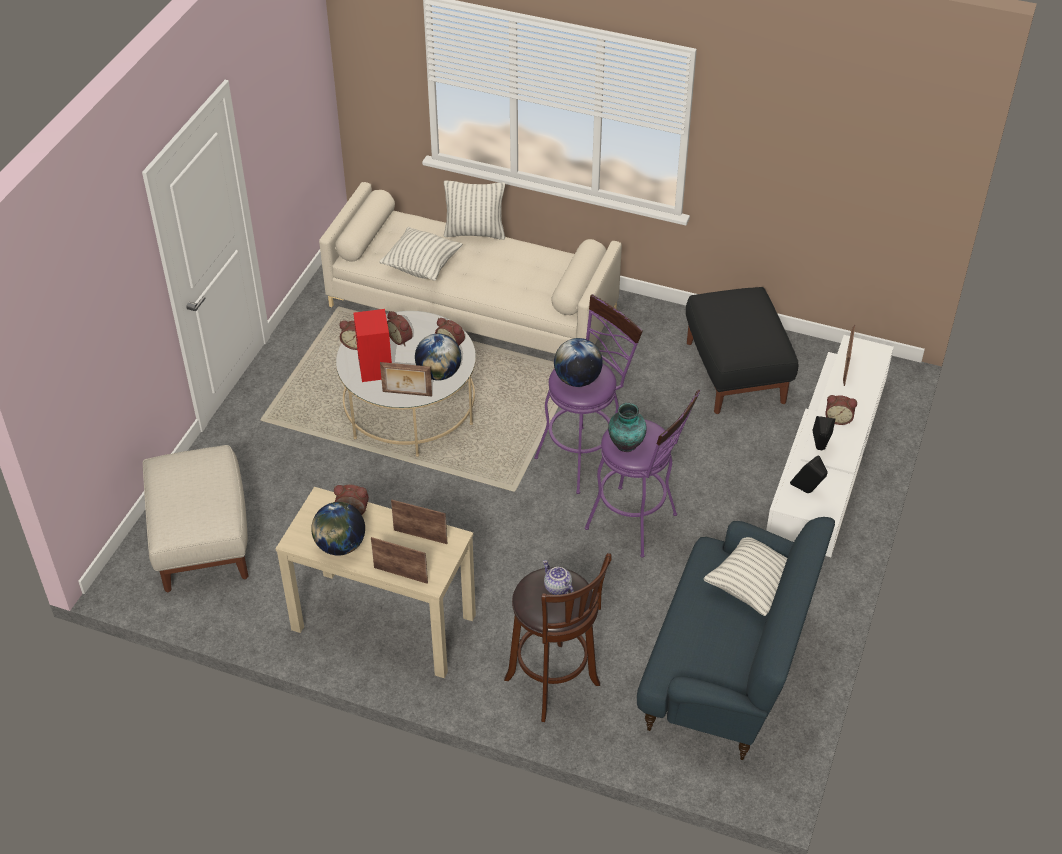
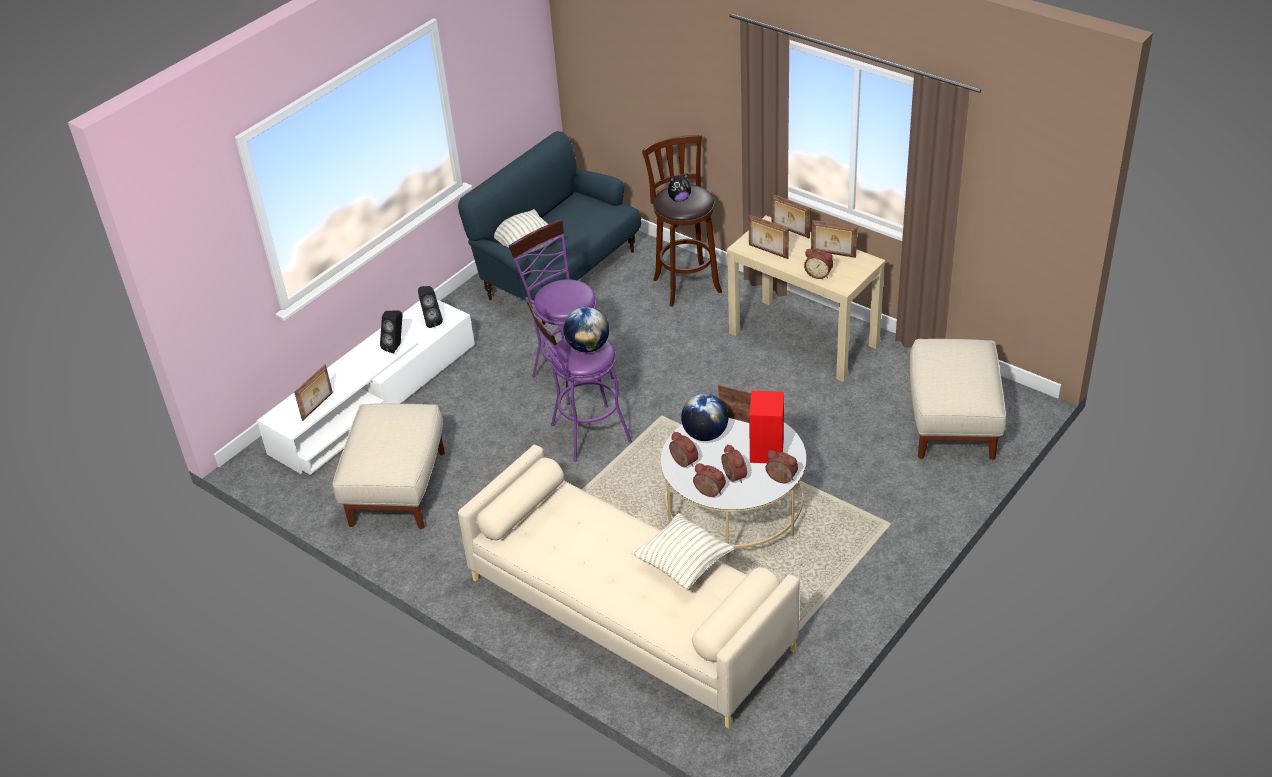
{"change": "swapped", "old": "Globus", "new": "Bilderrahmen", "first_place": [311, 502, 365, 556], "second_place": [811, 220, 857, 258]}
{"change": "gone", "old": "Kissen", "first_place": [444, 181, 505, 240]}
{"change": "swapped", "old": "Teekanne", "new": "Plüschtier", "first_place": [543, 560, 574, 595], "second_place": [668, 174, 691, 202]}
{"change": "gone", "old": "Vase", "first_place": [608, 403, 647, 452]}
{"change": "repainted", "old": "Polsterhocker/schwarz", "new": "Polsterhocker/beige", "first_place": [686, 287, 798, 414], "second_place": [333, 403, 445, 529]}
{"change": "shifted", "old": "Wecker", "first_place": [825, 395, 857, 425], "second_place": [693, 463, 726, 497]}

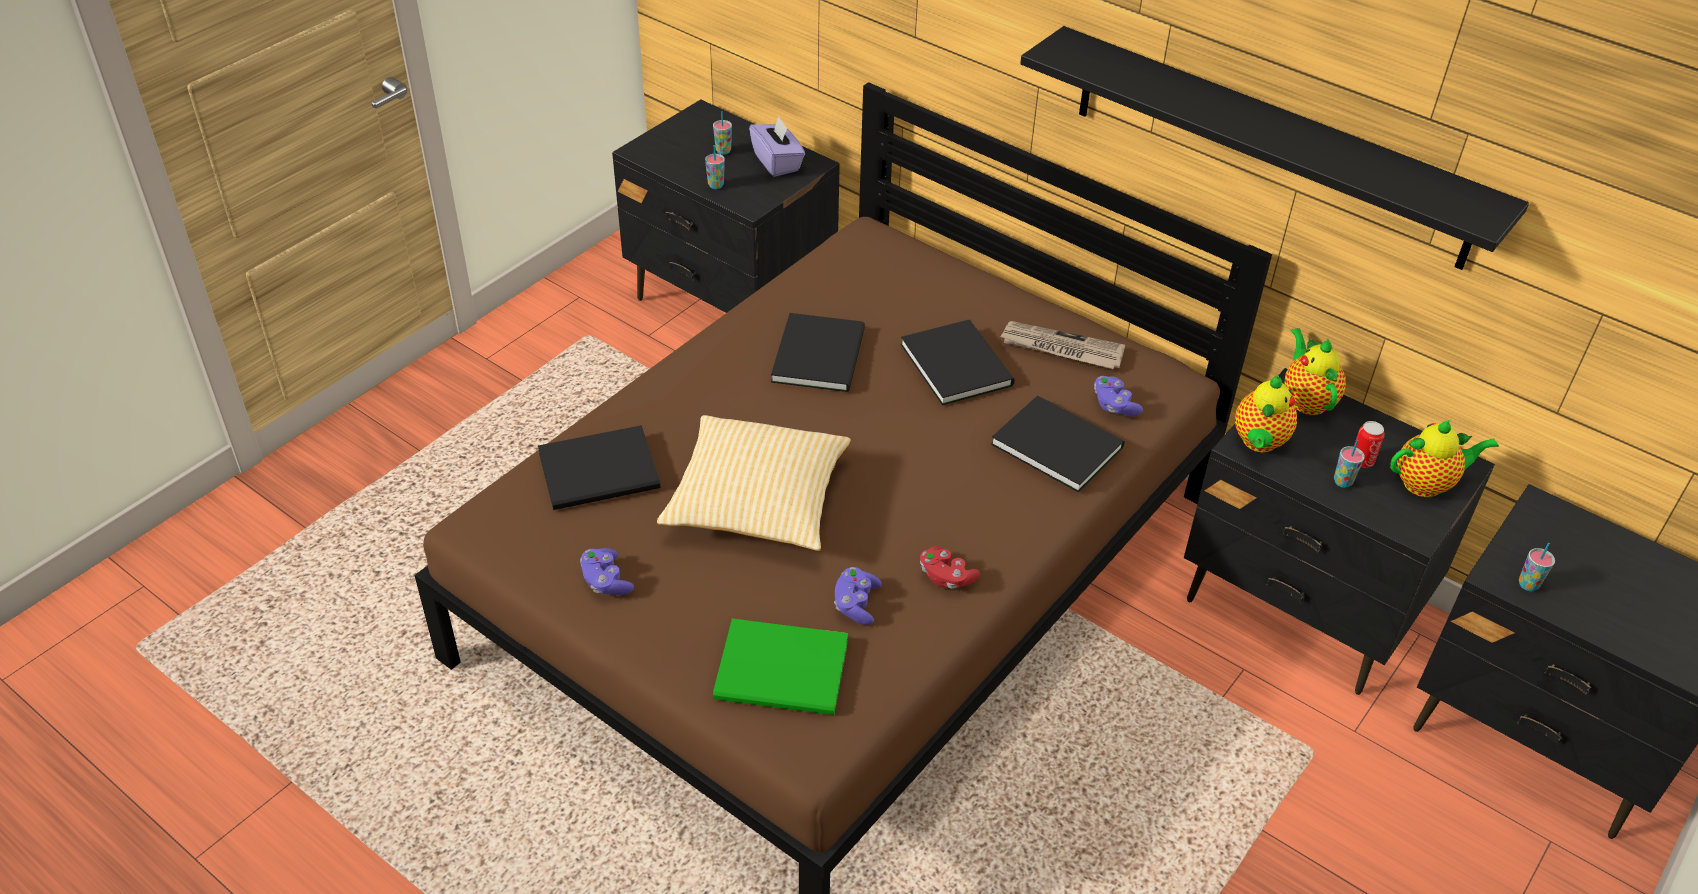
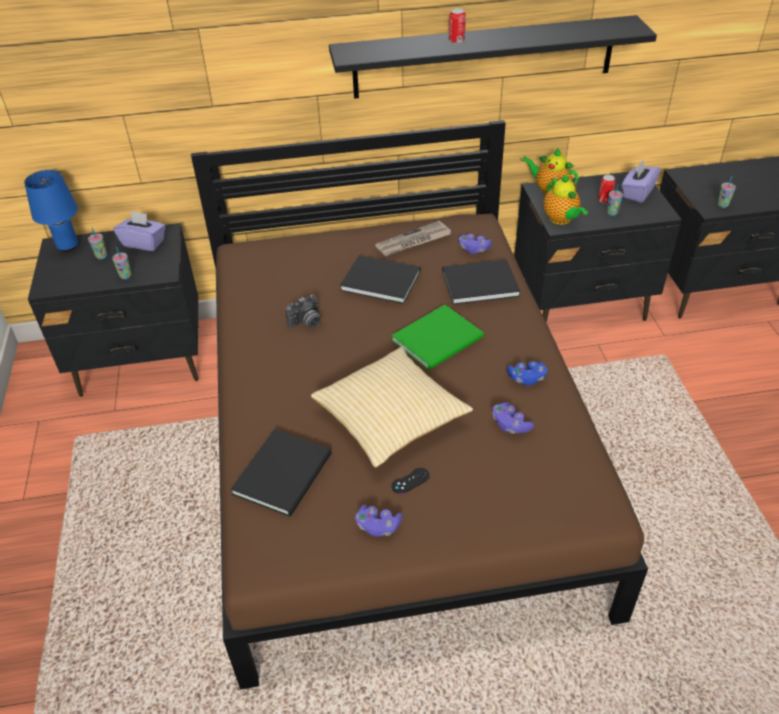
{"change": "shifted", "old": "Buch/grün", "first_place": [713, 619, 848, 715], "second_place": [391, 305, 484, 370]}
{"change": "swapped", "old": "Buch/schwarz", "new": "Kamera", "first_place": [771, 313, 865, 392], "second_place": [285, 294, 321, 328]}
{"change": "repainted", "old": "Gamepad/rot", "new": "Gamepad/blau", "first_place": [920, 546, 980, 589], "second_place": [507, 361, 548, 386]}
{"change": "swapped", "old": "Teekanne", "new": "Taschentuchbox/lila", "first_place": [1390, 420, 1499, 497], "second_place": [621, 159, 661, 203]}
{"change": "new", "new": "Tischlampe/blau", "second_place": [24, 170, 78, 252]}
{"change": "new", "new": "Gamepad/schwarz", "second_place": [392, 468, 430, 494]}
{"change": "new", "new": "Dose", "second_place": [449, 8, 466, 44]}

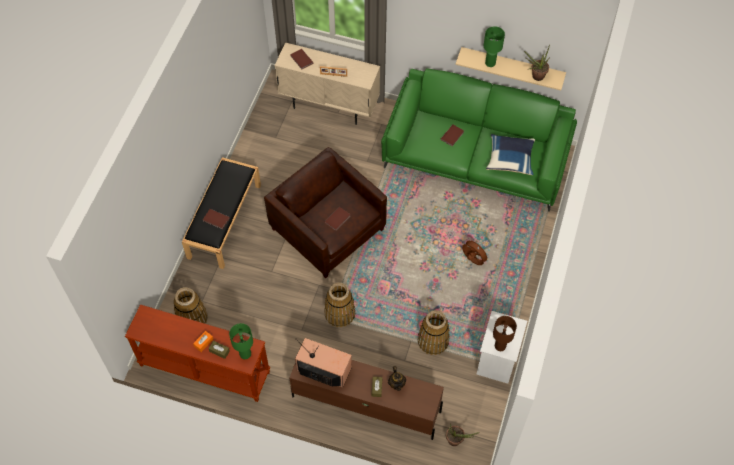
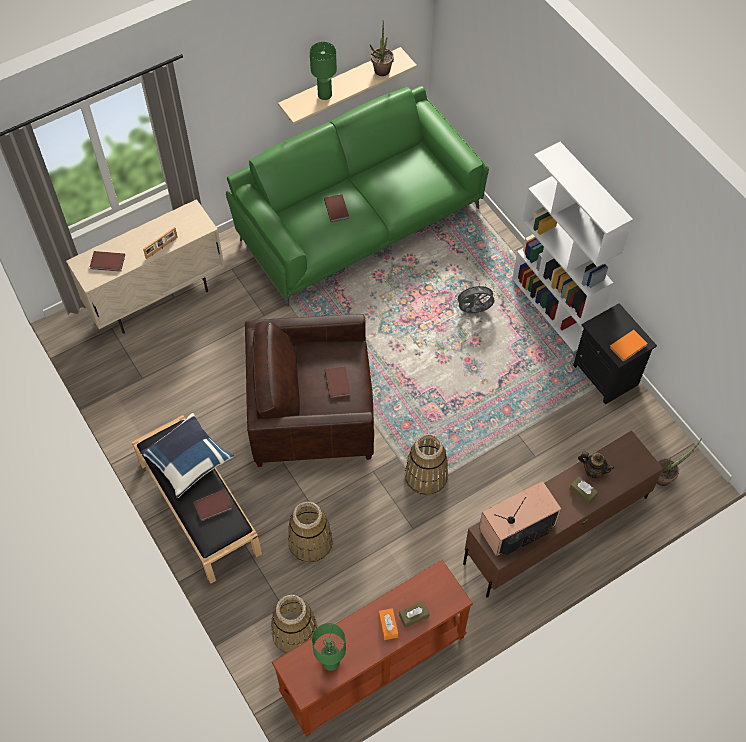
{"change": "shifted", "old": "Tischlampe/grün", "first_place": [229, 323, 253, 359], "second_place": [312, 623, 346, 671]}
{"change": "shifted", "old": "Korb", "first_place": [418, 310, 450, 355], "second_place": [288, 502, 333, 563]}
{"change": "repainted", "old": "Ventilator/braun", "new": "Ventilator/grau", "first_place": [462, 238, 490, 265], "second_place": [455, 283, 496, 313]}
{"change": "repainted", "old": "Nachttisch/weiß", "new": "Nachttisch/schwarz", "first_place": [477, 311, 527, 384], "second_place": [573, 303, 657, 405]}
{"change": "shifted", "old": "Kissen/blau", "first_place": [486, 134, 535, 175], "second_place": [140, 413, 234, 498]}
{"change": "swapped", "old": "Tischlampe/braun", "new": "Buch/orange", "first_place": [493, 316, 517, 351], "second_place": [609, 330, 648, 362]}
{"change": "new", "new": "Bücherregal/weiß", "second_place": [512, 142, 633, 352]}

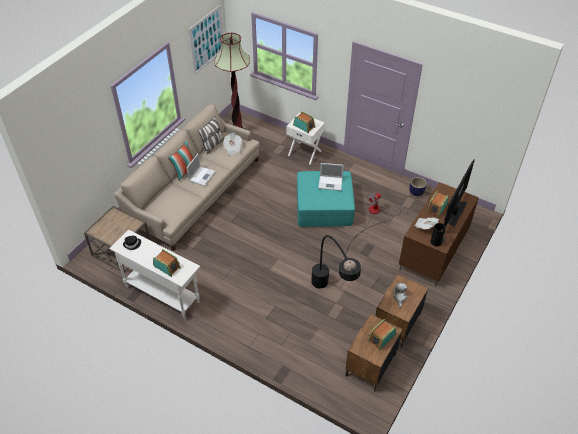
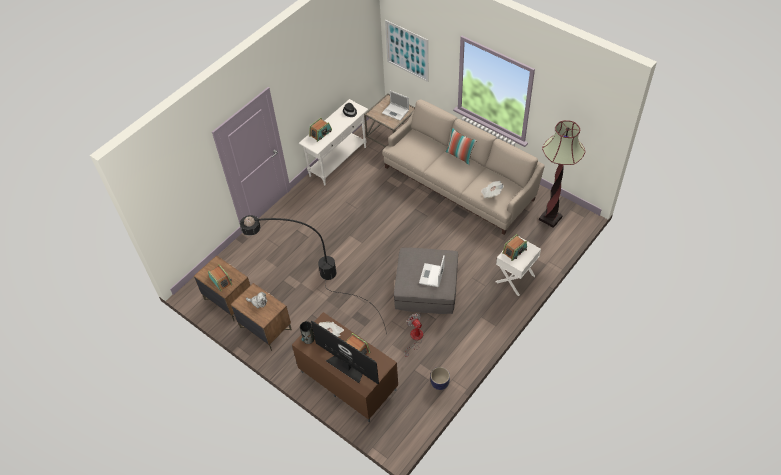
{"change": "shifted", "old": "Laptop", "first_place": [186, 153, 215, 186], "second_place": [382, 90, 409, 121]}
{"change": "shifted", "old": "Bild", "first_place": [188, 5, 223, 75], "second_place": [385, 20, 428, 82]}
{"change": "gone", "old": "Kissen", "first_place": [198, 116, 224, 154]}
{"change": "repainted", "old": "Polsterhocker/türkis", "new": "Polsterhocker/grau", "first_place": [297, 171, 355, 227], "second_place": [394, 247, 458, 314]}

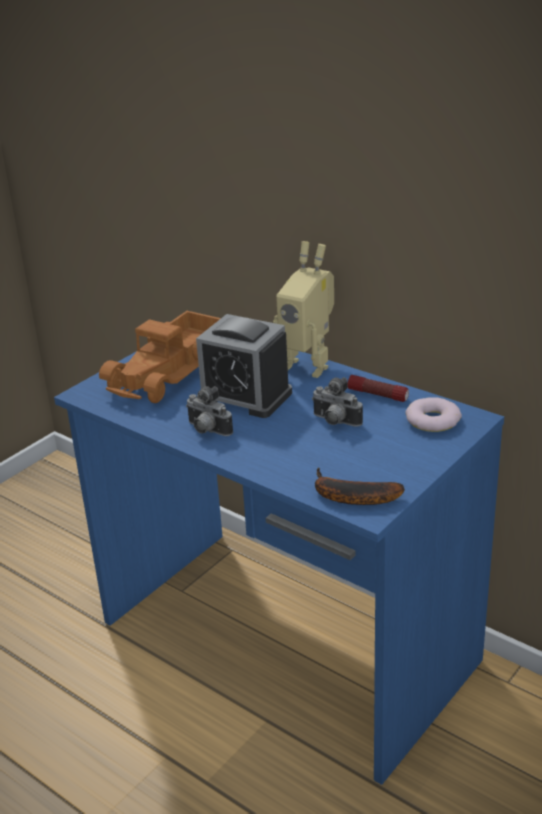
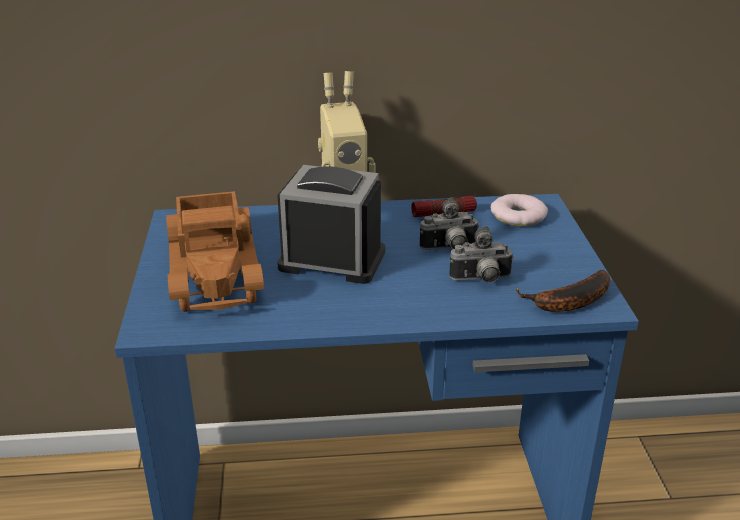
{"change": "shifted", "old": "Kamera", "first_place": [186, 386, 233, 436], "second_place": [449, 226, 514, 283]}
{"change": "rotated", "old": "Wecker", "first_place": [196, 314, 292, 418], "second_place": [277, 165, 385, 284], "degrees": -150}

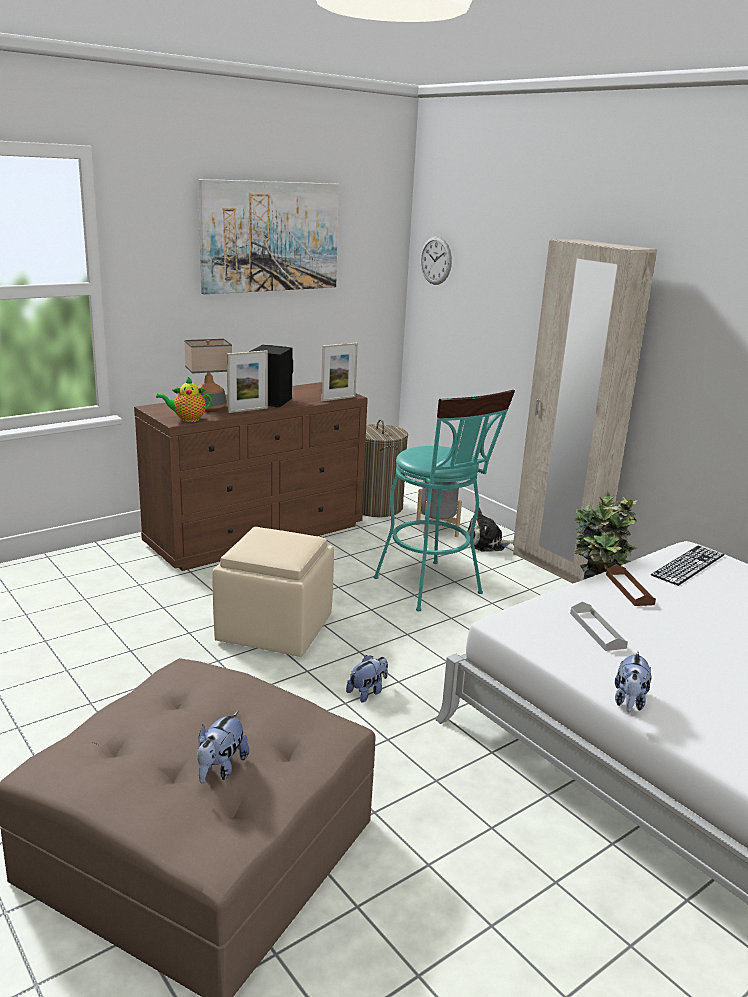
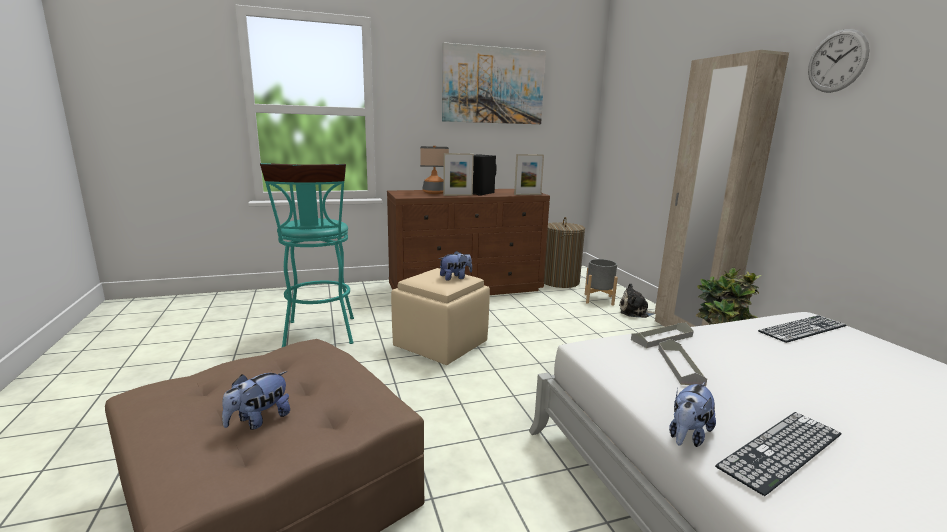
{"change": "gone", "old": "Teekanne", "first_place": [156, 377, 212, 422]}
{"change": "shifted", "old": "Plüschtier", "first_place": [346, 655, 388, 703], "second_place": [439, 251, 472, 281]}
{"change": "shifted", "old": "Hocker/türkis", "first_place": [374, 390, 515, 611], "second_place": [260, 163, 354, 347]}
{"change": "shifted", "old": "Wanduhr", "first_place": [420, 236, 452, 285], "second_place": [808, 29, 870, 93]}
{"change": "gone", "old": "Tablett/braun", "first_place": [606, 564, 656, 606]}
{"change": "new", "new": "Tablett/grau", "second_place": [631, 323, 694, 348]}
{"change": "new", "new": "Tastatur", "second_place": [715, 412, 842, 496]}

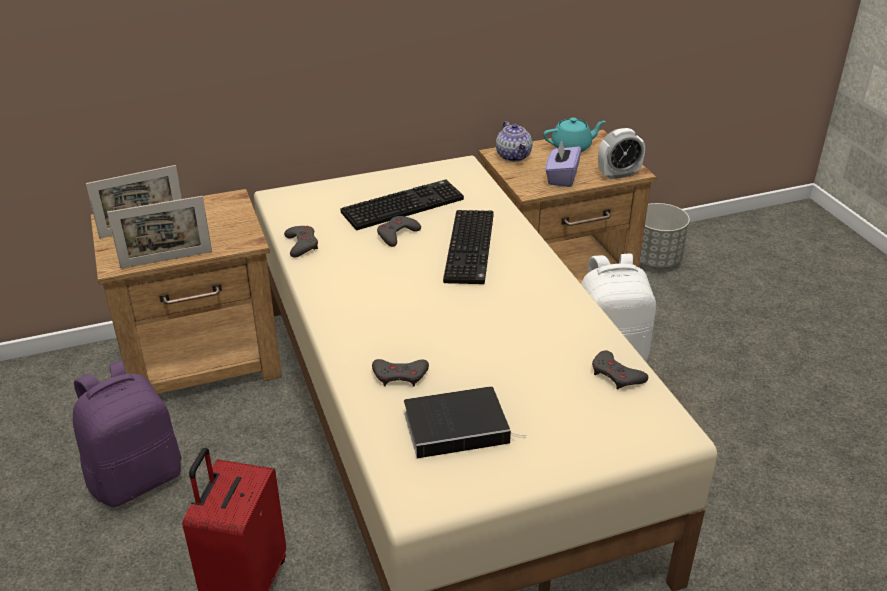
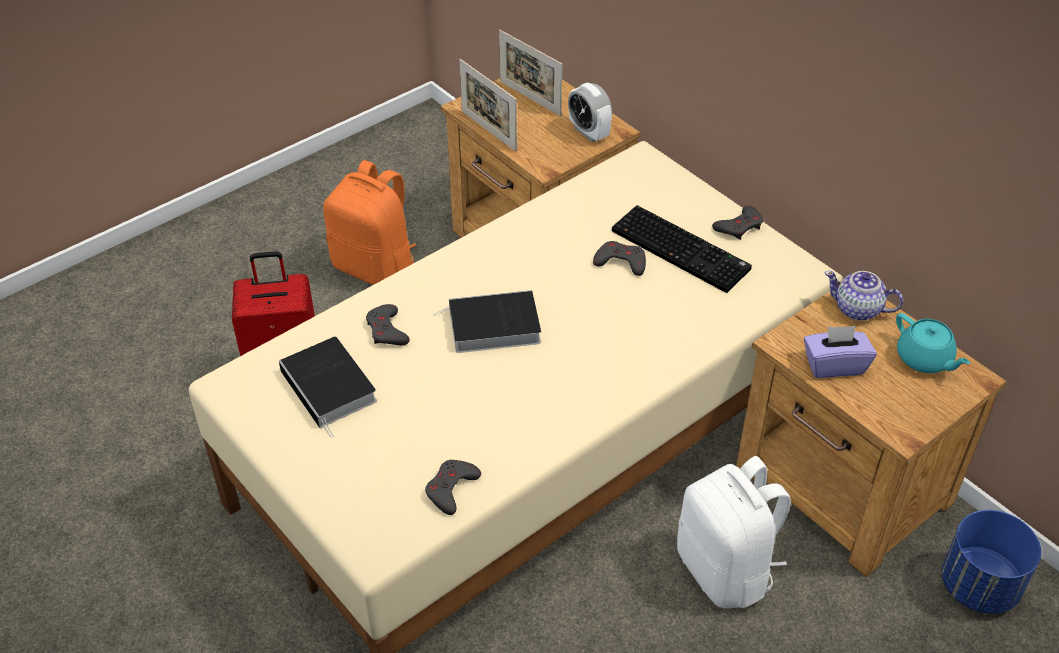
{"change": "repainted", "old": "Rucksack/lila", "new": "Rucksack/orange", "first_place": [73, 361, 181, 507], "second_place": [323, 160, 417, 285]}
{"change": "shifted", "old": "Gamepad/grau", "first_place": [284, 226, 318, 258], "second_place": [712, 206, 763, 240]}
{"change": "gone", "old": "Tastatur", "first_place": [443, 210, 494, 284]}
{"change": "rotated", "old": "Teekanne", "first_place": [496, 121, 532, 162], "second_place": [825, 271, 903, 320], "degrees": 60}
{"change": "shifted", "old": "Wecker", "first_place": [598, 128, 645, 179], "second_place": [568, 83, 612, 142]}
{"change": "repainted", "old": "Pflanzkübel/grau", "new": "Pflanzkübel/blau", "first_place": [640, 203, 690, 267], "second_place": [942, 510, 1041, 614]}
{"change": "new", "new": "Buch", "second_place": [433, 290, 541, 353]}

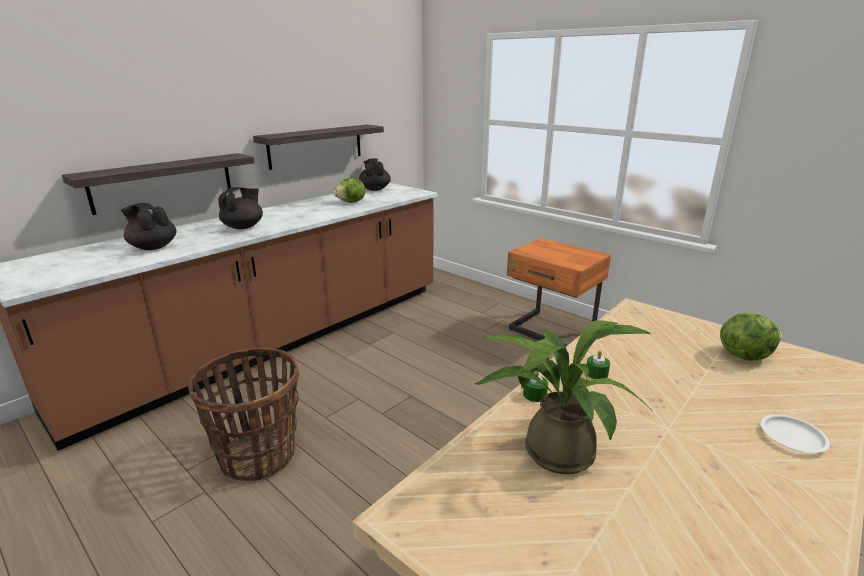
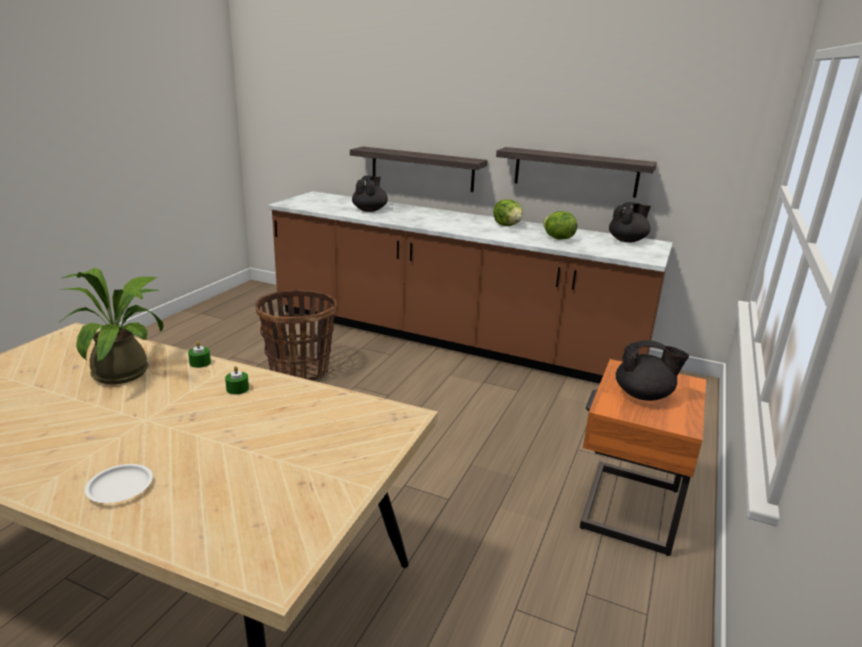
{"change": "shifted", "old": "Teekanne/schwarz", "first_place": [218, 187, 263, 229], "second_place": [616, 340, 689, 401]}
{"change": "shifted", "old": "Salatkopf", "first_place": [720, 313, 782, 361], "second_place": [493, 199, 523, 226]}

